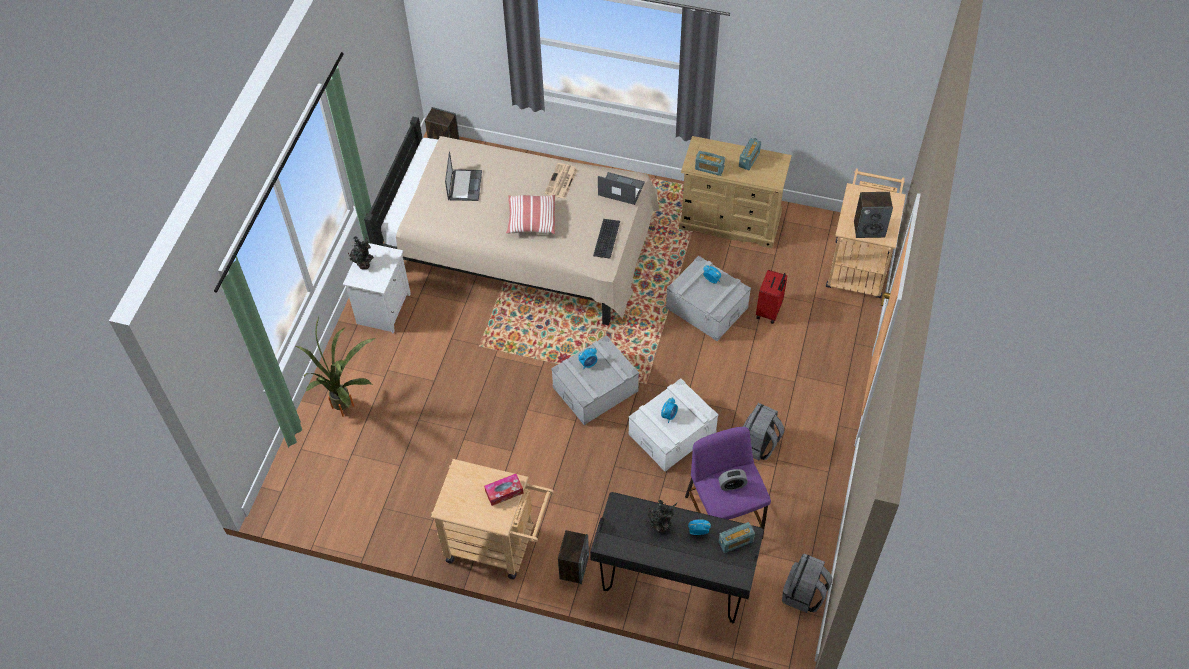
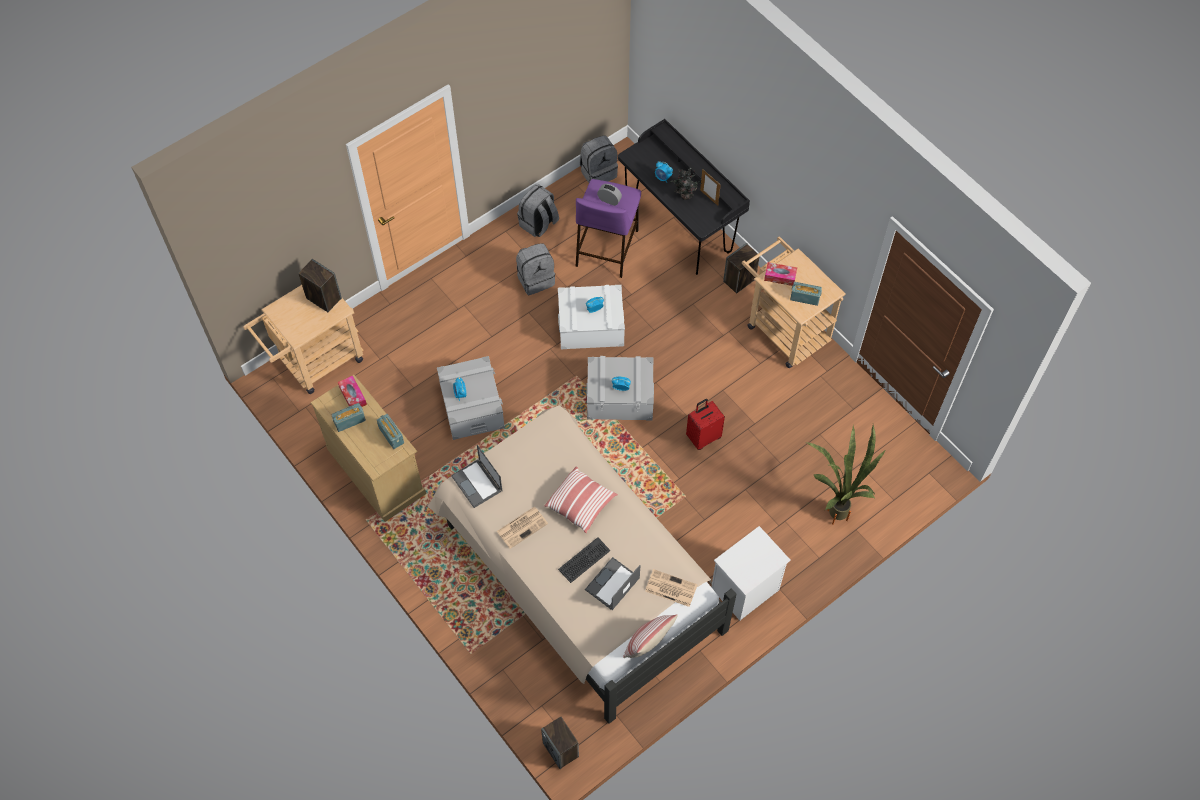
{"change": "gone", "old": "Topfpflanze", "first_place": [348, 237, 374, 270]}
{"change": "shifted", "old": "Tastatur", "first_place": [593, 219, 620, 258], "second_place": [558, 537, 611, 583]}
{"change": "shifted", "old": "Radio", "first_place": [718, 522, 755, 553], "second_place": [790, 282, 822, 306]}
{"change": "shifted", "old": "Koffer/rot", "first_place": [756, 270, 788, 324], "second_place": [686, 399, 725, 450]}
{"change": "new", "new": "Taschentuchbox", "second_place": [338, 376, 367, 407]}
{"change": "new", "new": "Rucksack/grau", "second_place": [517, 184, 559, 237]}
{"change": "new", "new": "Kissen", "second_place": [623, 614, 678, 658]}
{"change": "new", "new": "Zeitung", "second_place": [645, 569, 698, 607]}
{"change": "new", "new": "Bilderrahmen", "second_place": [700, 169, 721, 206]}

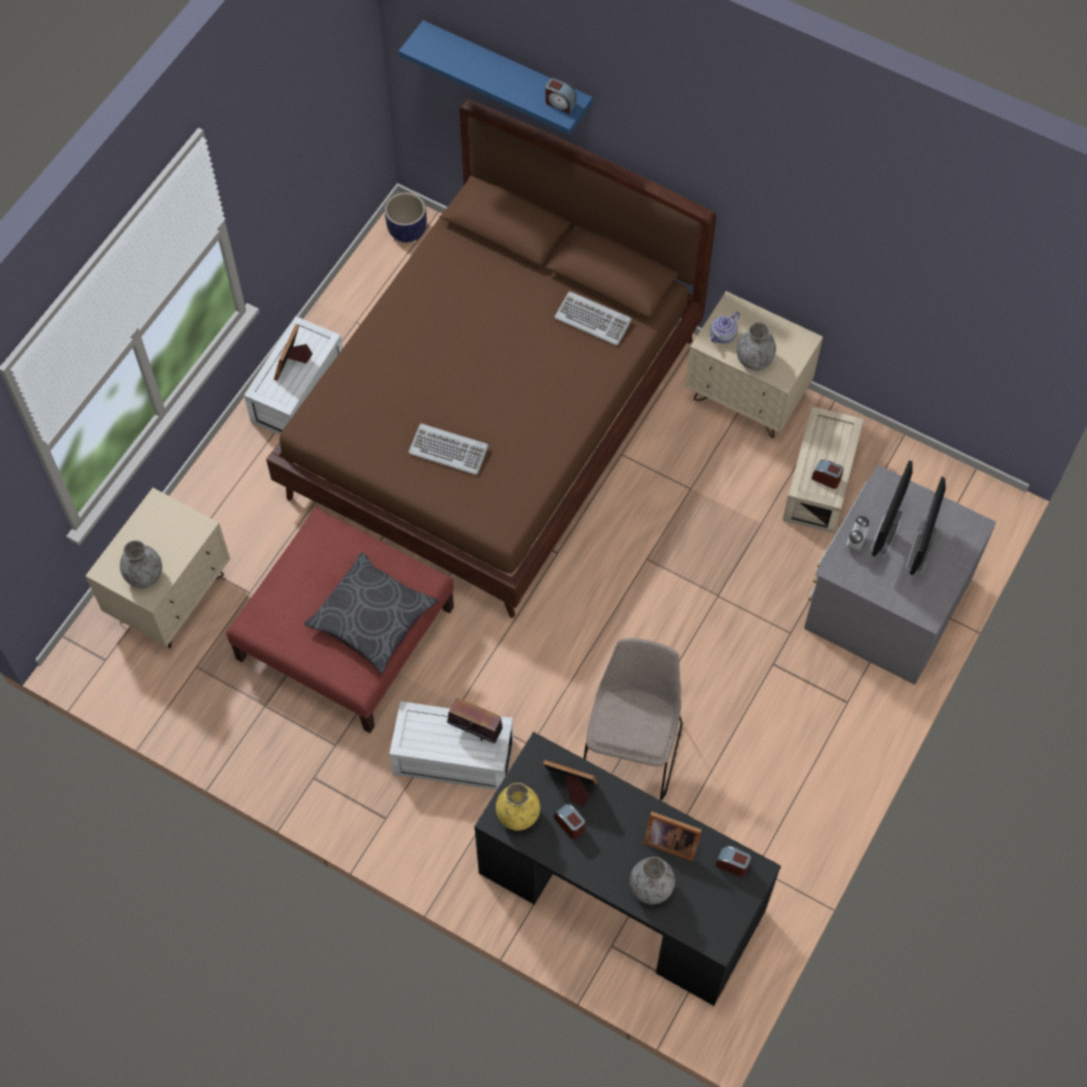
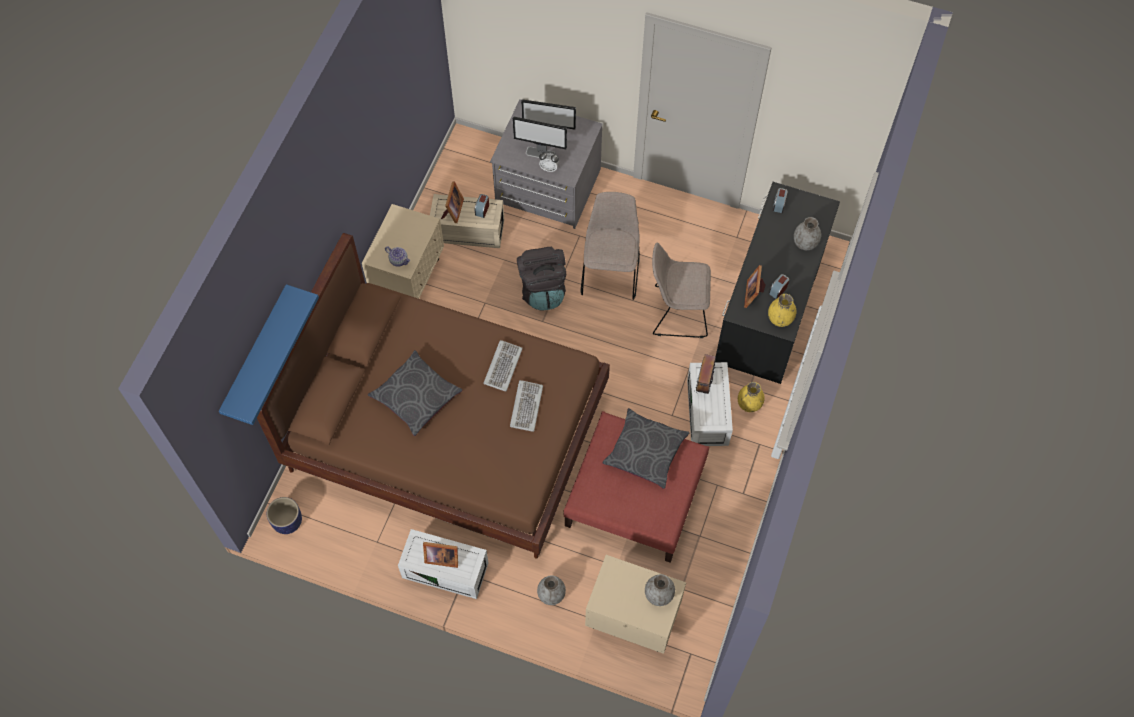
{"change": "gone", "old": "Wecker", "first_place": [545, 78, 576, 114]}
{"change": "shifted", "old": "Tastatur", "first_place": [554, 291, 632, 346], "second_place": [484, 340, 522, 391]}
{"change": "shifted", "old": "Bilderrahmen", "first_place": [643, 811, 702, 861], "second_place": [441, 181, 464, 223]}
{"change": "shifted", "old": "Vase/grau", "first_place": [737, 322, 776, 370], "second_place": [537, 575, 566, 605]}
{"change": "new", "new": "Kissen/grau", "second_place": [368, 350, 462, 436]}
{"change": "new", "new": "Rucksack/schwarz", "second_place": [517, 246, 566, 311]}
{"change": "new", "new": "Stuhl/beige", "second_place": [580, 192, 640, 300]}
{"change": "new", "new": "Vase/gelb", "second_place": [738, 382, 765, 412]}

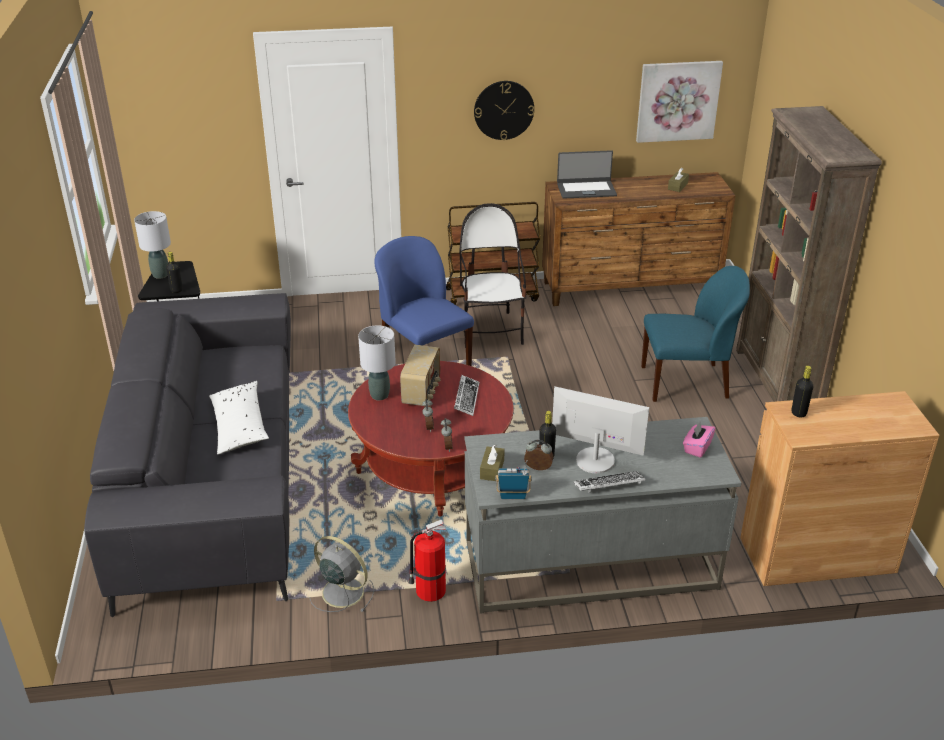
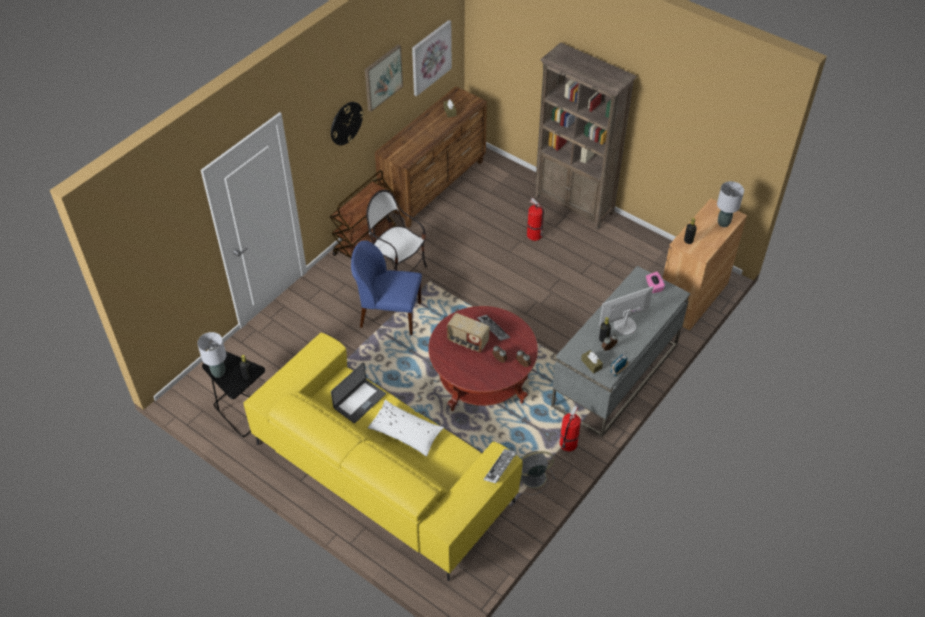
{"change": "repainted", "old": "Sofa/grau", "new": "Sofa/gelb", "first_place": [84, 293, 291, 617], "second_place": [244, 333, 523, 581]}
{"change": "shifted", "old": "Tischlampe/grau", "first_place": [358, 325, 396, 400], "second_place": [717, 181, 744, 227]}
{"change": "rotated", "old": "Radio", "first_place": [400, 345, 441, 406], "second_place": [447, 313, 490, 353], "degrees": 150}
{"change": "shifted", "old": "Laptop", "first_place": [557, 150, 617, 199], "second_place": [331, 363, 386, 424]}
{"change": "shifted", "old": "Tastatur", "first_place": [573, 471, 646, 492], "second_place": [483, 449, 517, 483]}
{"change": "swapped", "old": "Stuhl/blau", "new": "Feuerlöscher", "first_place": [641, 266, 750, 402], "second_place": [527, 198, 544, 241]}
{"change": "new", "new": "Bild", "second_place": [365, 45, 403, 112]}

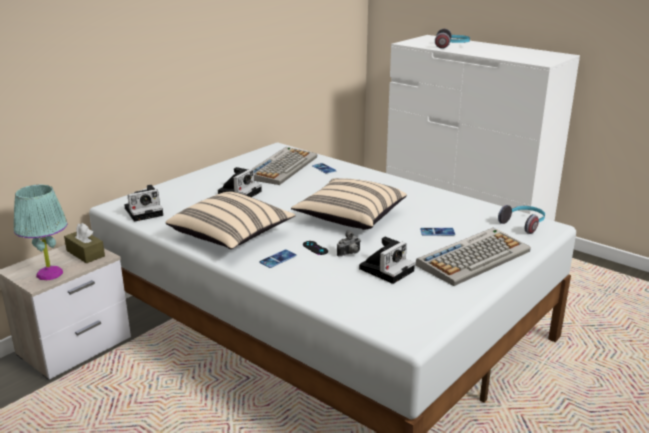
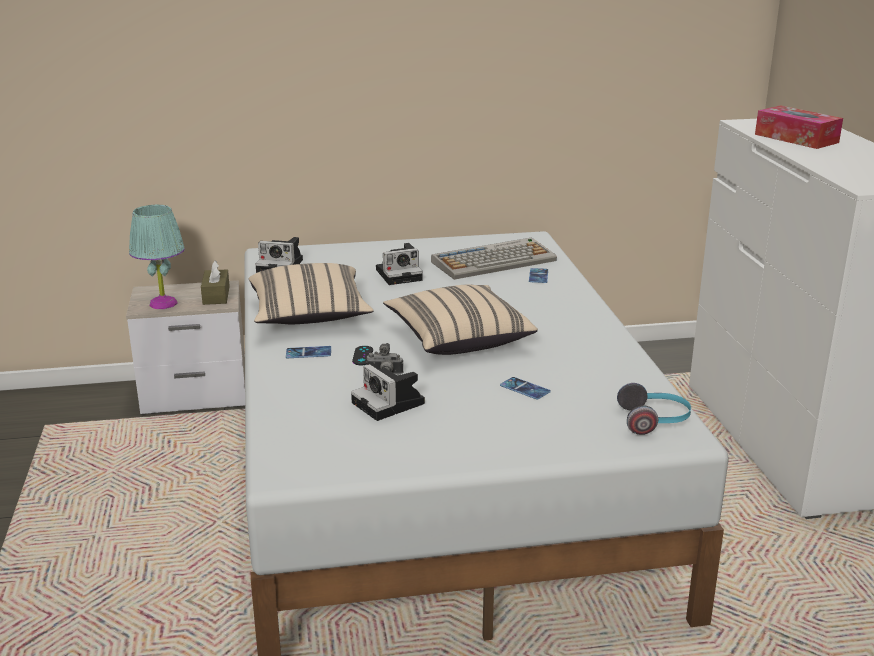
{"change": "rotated", "old": "Kamera", "first_place": [359, 237, 415, 284], "second_place": [351, 364, 425, 421], "degrees": 60}
{"change": "gone", "old": "Tastatur", "first_place": [415, 228, 531, 286]}
{"change": "swapped", "old": "Kopfhörer", "new": "Taschentuchbox", "first_place": [435, 29, 470, 49], "second_place": [755, 105, 843, 149]}

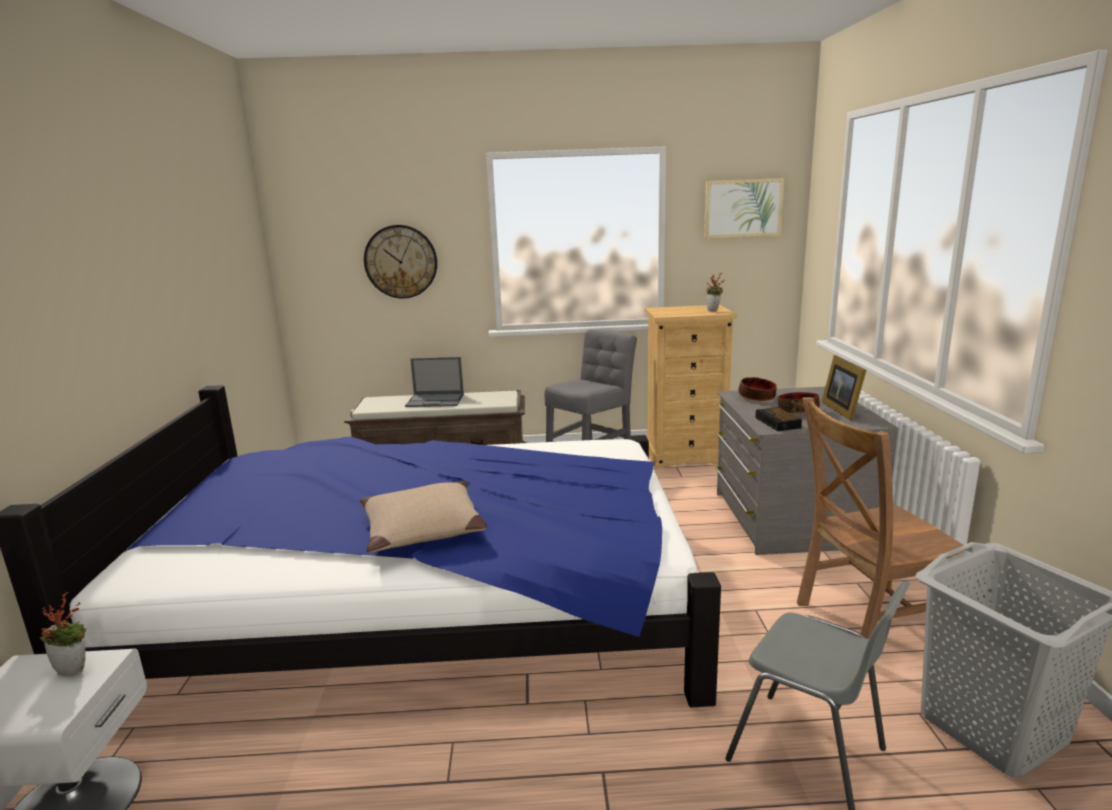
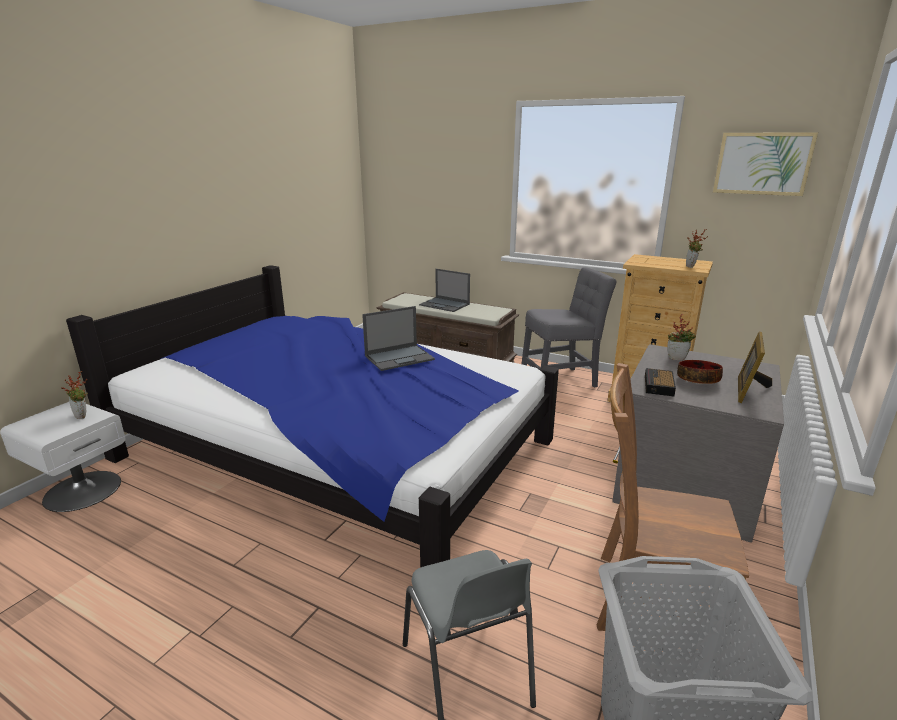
{"change": "gone", "old": "Kissen/beige", "first_place": [360, 481, 487, 553]}
{"change": "gone", "old": "Wanduhr", "first_place": [364, 225, 437, 298]}
{"change": "swapped", "old": "Schüssel", "new": "Topfpflanze", "first_place": [738, 377, 777, 401], "second_place": [667, 314, 696, 360]}
{"change": "new", "new": "Laptop", "second_place": [362, 306, 435, 371]}

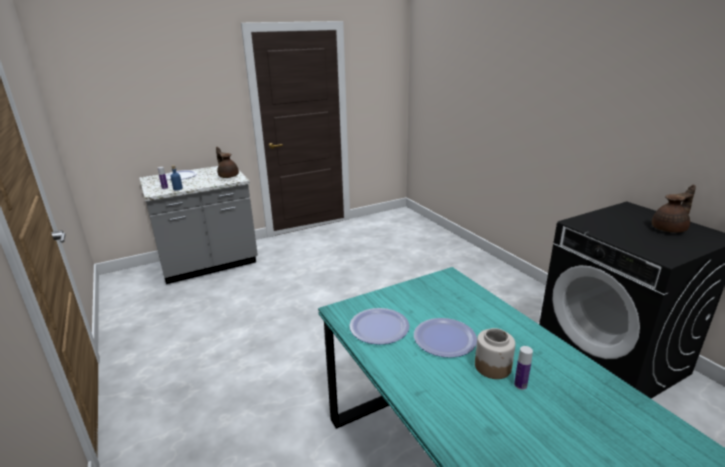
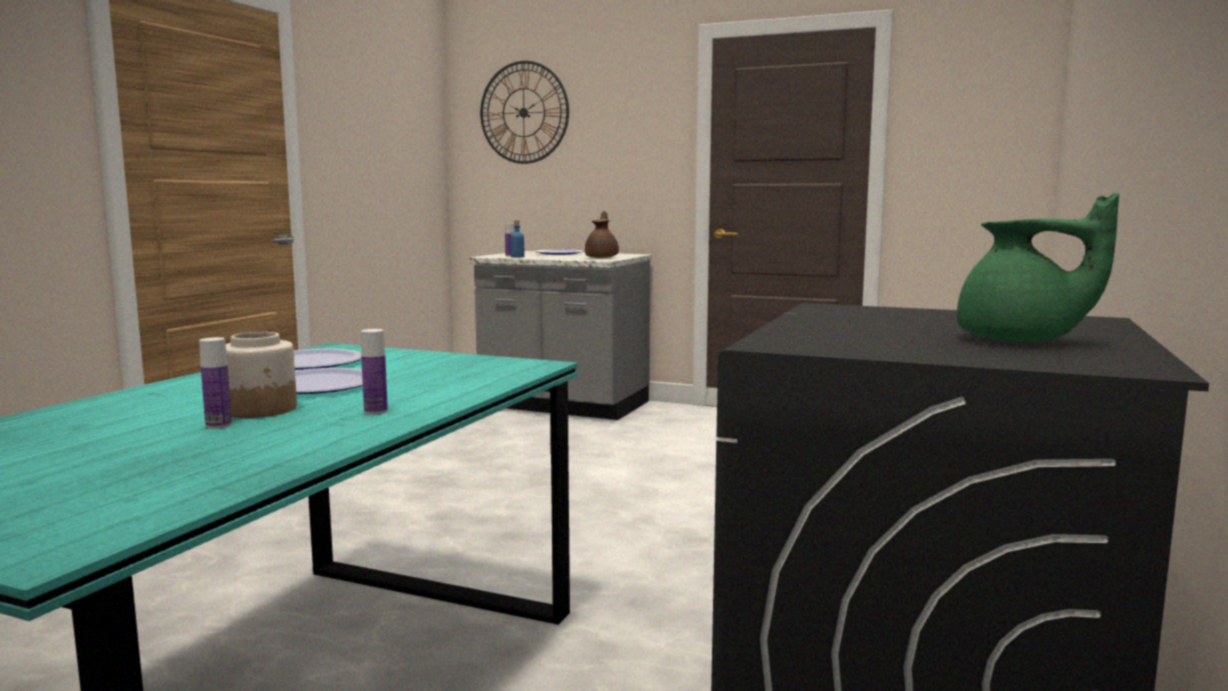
{"change": "repainted", "old": "Teekanne/braun", "new": "Teekanne/grün", "first_place": [652, 185, 696, 233], "second_place": [957, 192, 1119, 342]}
{"change": "new", "new": "Flasche", "second_place": [361, 329, 388, 415]}
{"change": "new", "new": "Wanduhr", "second_place": [480, 61, 569, 164]}

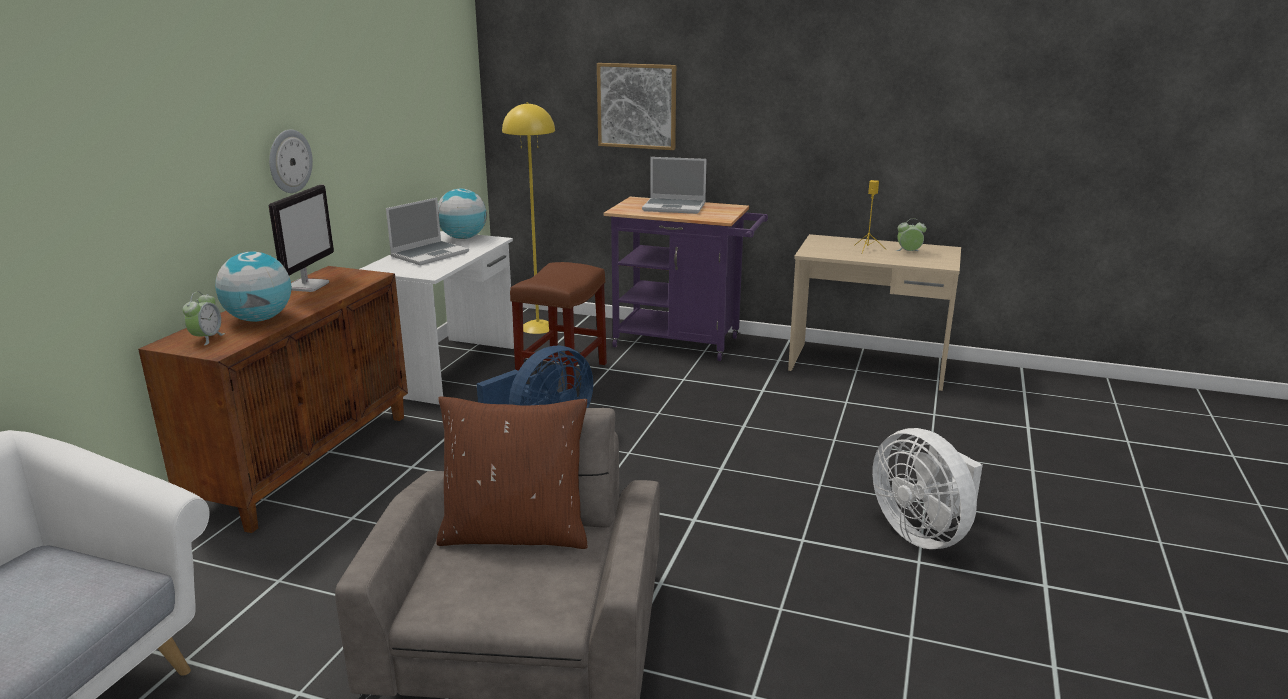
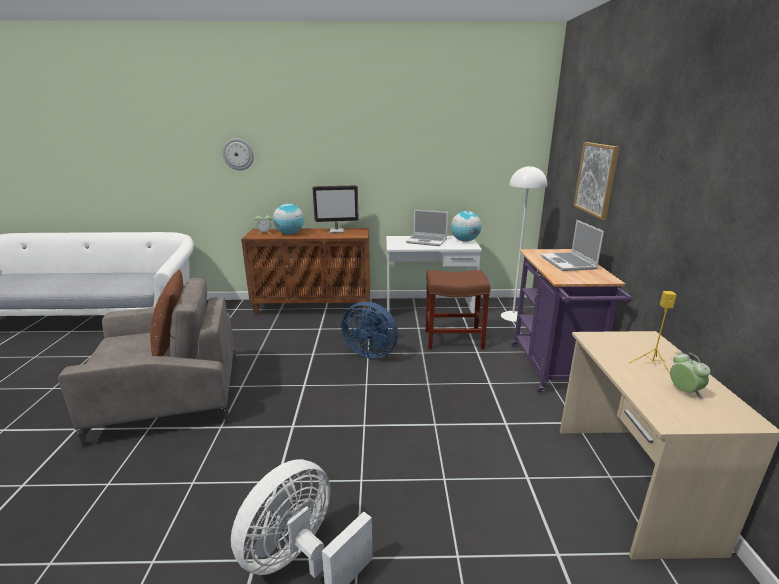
{"change": "shifted", "old": "Wanduhr", "first_place": [269, 130, 313, 193], "second_place": [223, 138, 254, 170]}
{"change": "repainted", "old": "Stehlampe/gelb", "new": "Stehlampe/weiß", "first_place": [502, 102, 555, 334], "second_place": [501, 165, 547, 322]}

